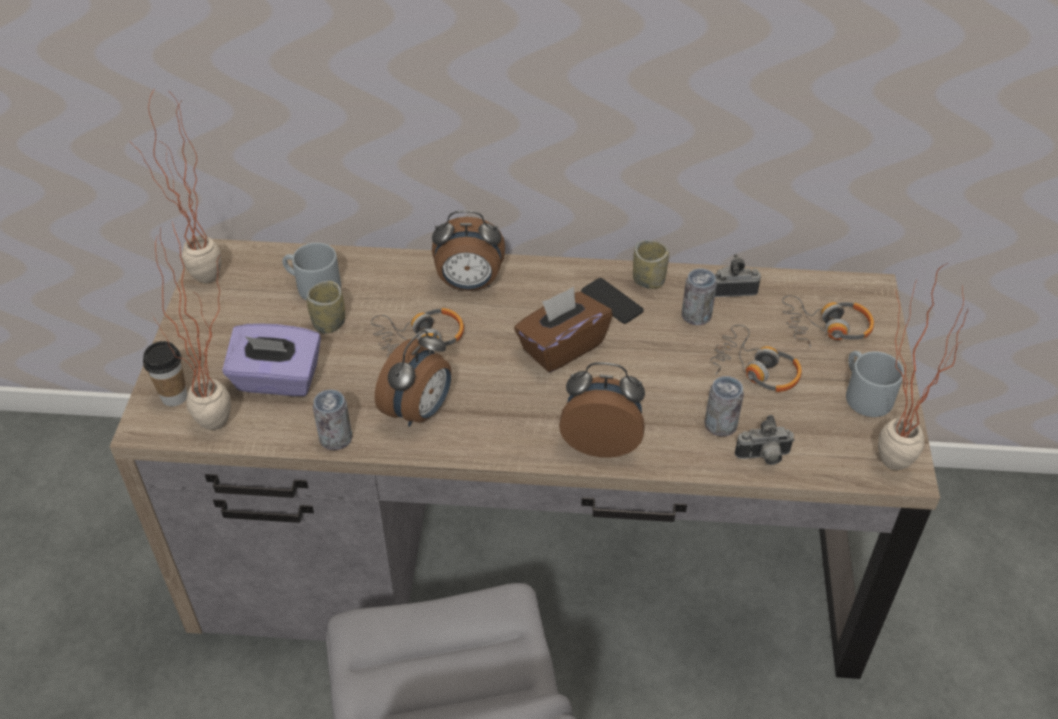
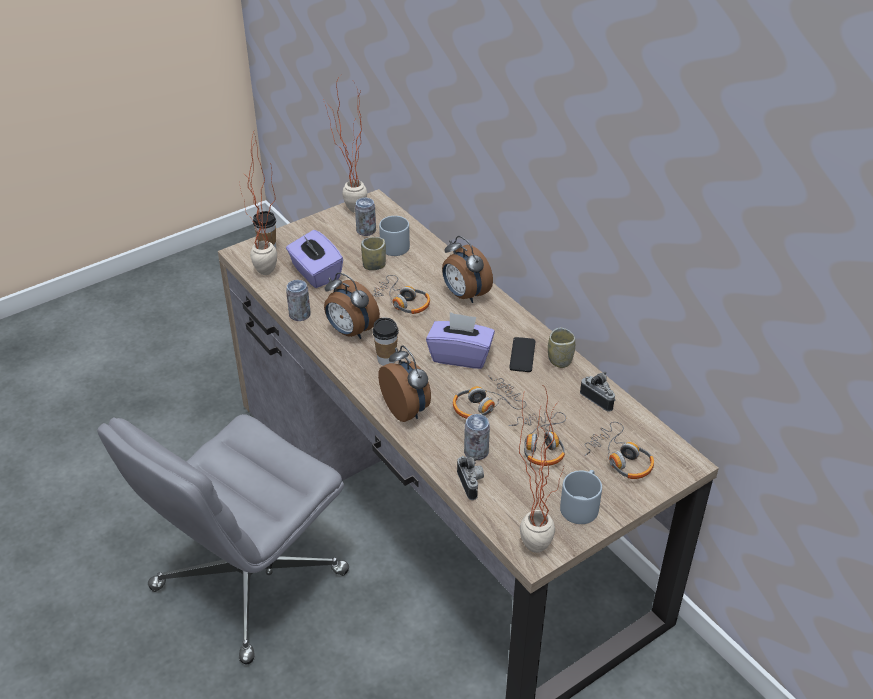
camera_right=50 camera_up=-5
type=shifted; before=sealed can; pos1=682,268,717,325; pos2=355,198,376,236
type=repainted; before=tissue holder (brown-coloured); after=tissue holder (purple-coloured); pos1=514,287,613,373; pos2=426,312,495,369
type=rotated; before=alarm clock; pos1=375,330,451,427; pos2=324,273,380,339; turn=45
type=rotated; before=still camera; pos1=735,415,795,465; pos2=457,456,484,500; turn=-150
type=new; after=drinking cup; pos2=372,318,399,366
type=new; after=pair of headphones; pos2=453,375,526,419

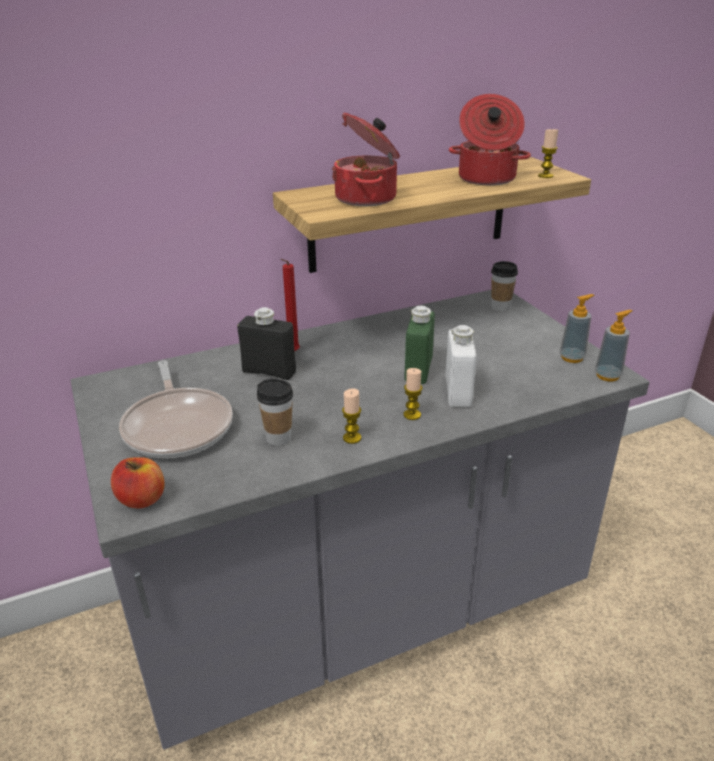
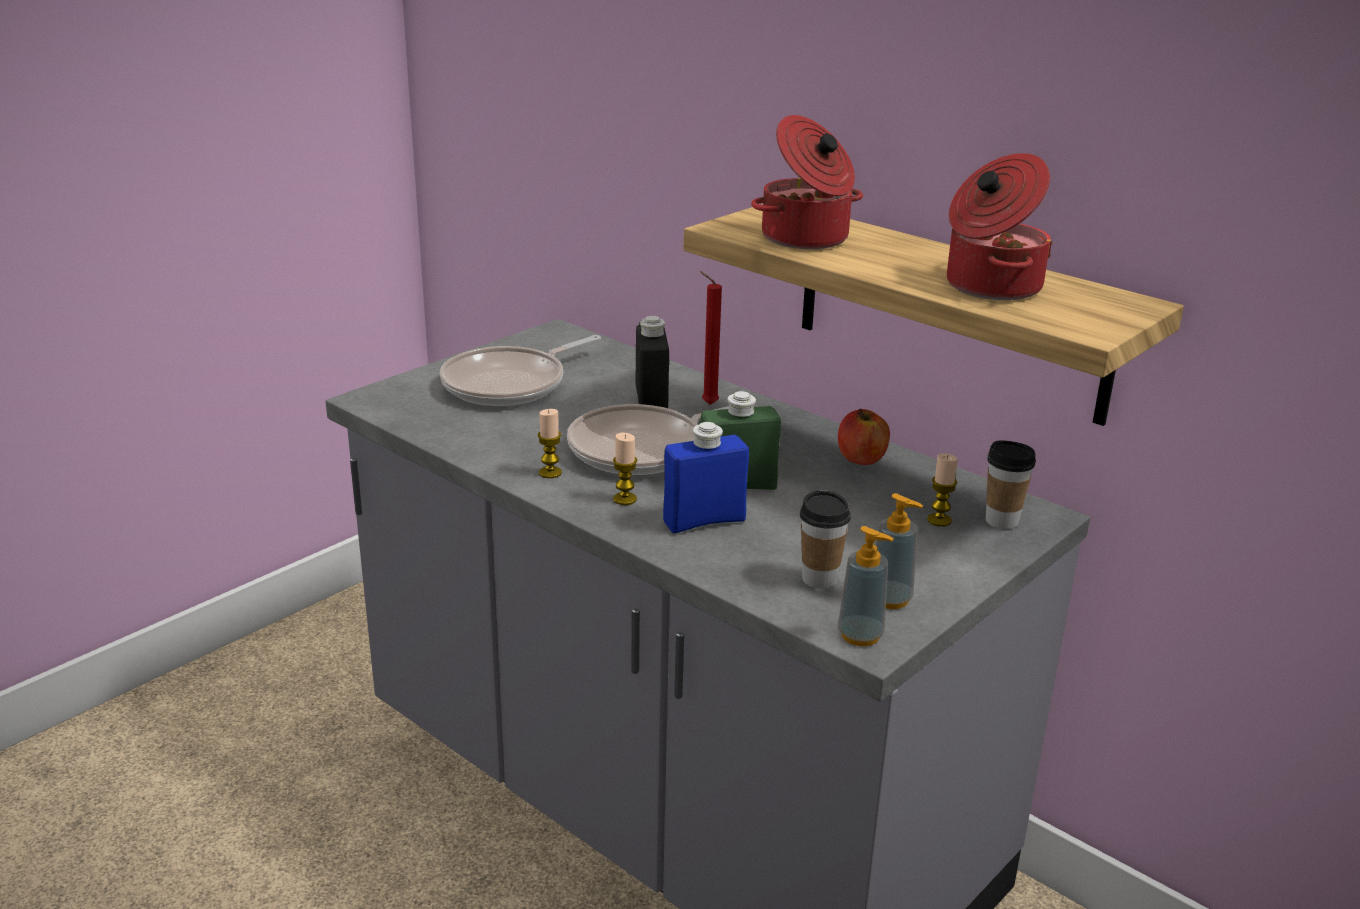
camera_right=65 camera_up=-5
type=shifted; before=wax candle; pos1=538,129,558,178; pos2=927,453,958,527
type=repainted; before=drink bottle (white-coloured); after=drink bottle (bluish); pos1=445,325,477,407; pos2=663,422,749,533
type=shifted; before=drinking cup; pos1=257,379,293,446; pos2=800,490,851,589
type=shifted; before=whole apple; pos1=111,457,165,509; pos2=838,408,890,465
type=new; after=skillet; pos2=567,404,755,475

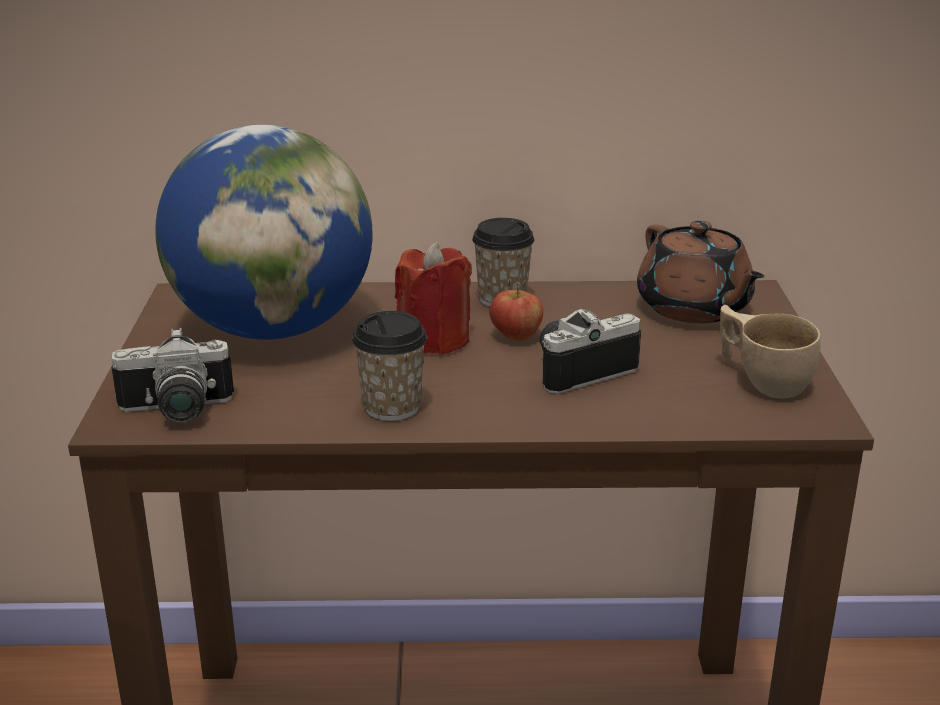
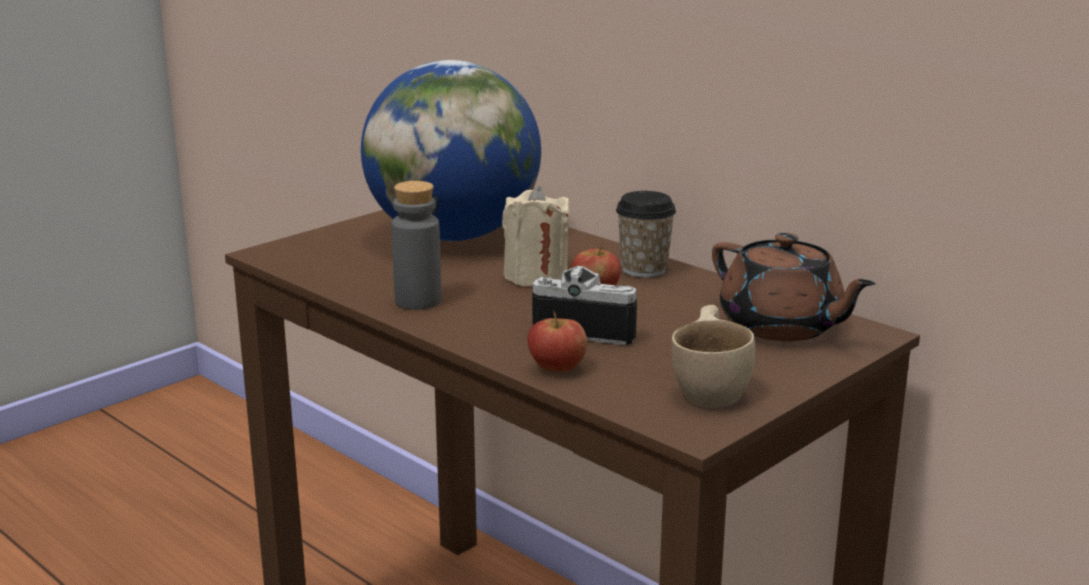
camera_right=45 camera_up=-5
type=rotated; before=tea pot (brown-coloured); pos1=637,221,764,323; pos2=712,233,876,341; turn=-60
type=repainted; before=wax candle (reddish); after=wax candle (beige-coloured); pos1=395,242,472,355; pos2=502,185,570,286
type=swapped; before=drinking cup; after=drink bottle (grey); pos1=352,311,427,421; pos2=391,181,442,310
type=gone; before=still camera; pos1=112,328,234,423
type=new; after=whole apple; pos2=527,311,587,372

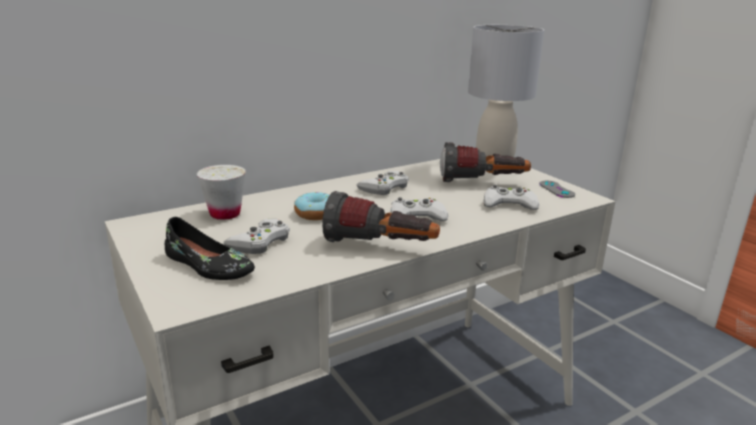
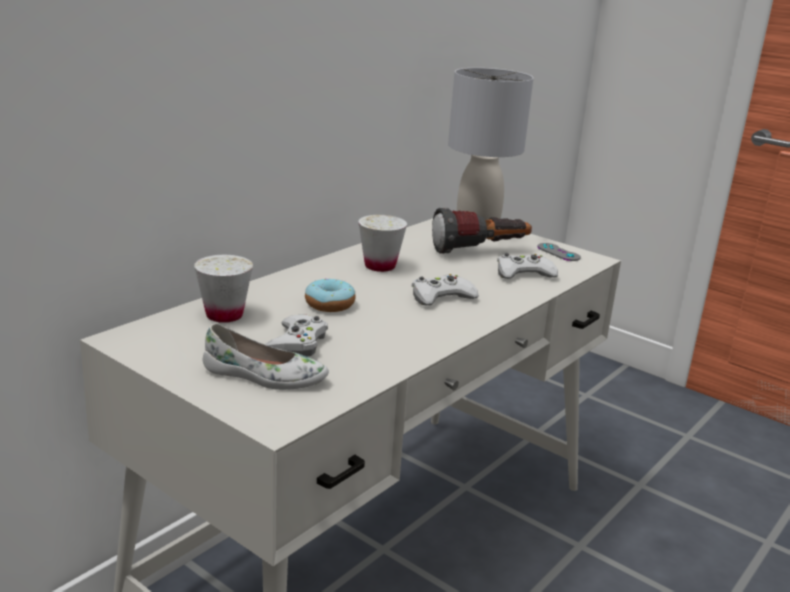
camera_right=-20 camera_up=0
type=swapped; before=gamepad (white-coloured); after=drinking cup (white-coloured); pos1=357,171,409,195; pos2=358,215,407,272
type=gone; before=flashlight; pos1=322,191,440,242
type=repainted; before=shoe (black); after=shoe (white-coloured); pos1=165,217,255,280; pos2=203,323,329,390

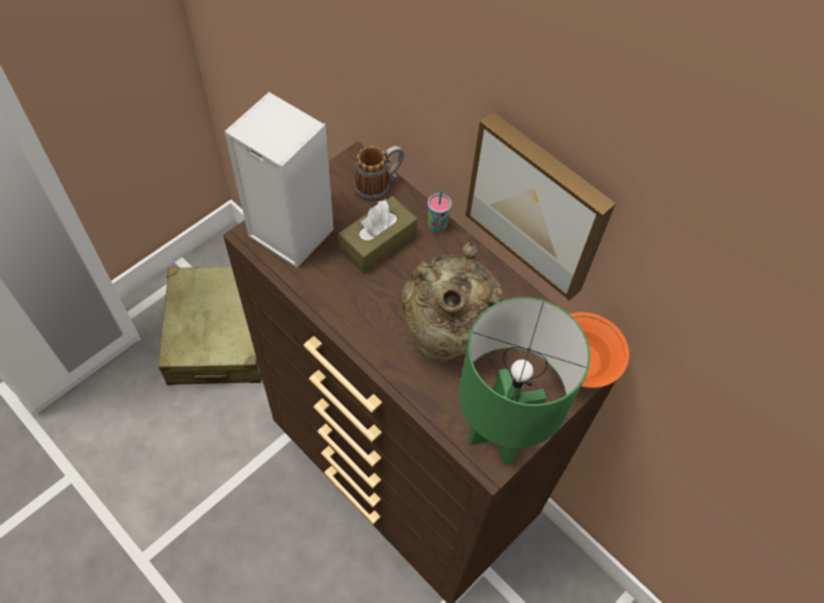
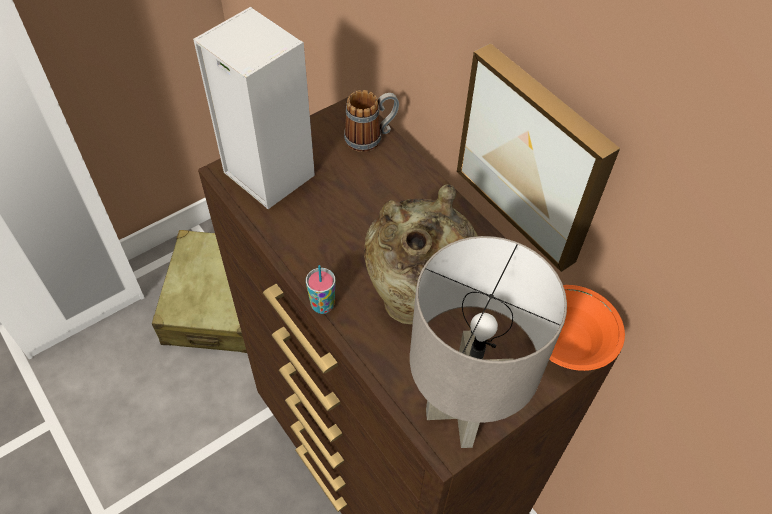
camera_right=10 camera_up=-5
type=shifted; before=drinking cup; pos1=428,190,452,232; pos2=306,265,336,314
type=gone; before=tissue holder (brown-coloured); pos1=339,196,417,274
type=repainted; before=table lamp (green-coloured); after=table lamp (grey); pos1=459,297,590,465; pos2=410,236,567,448

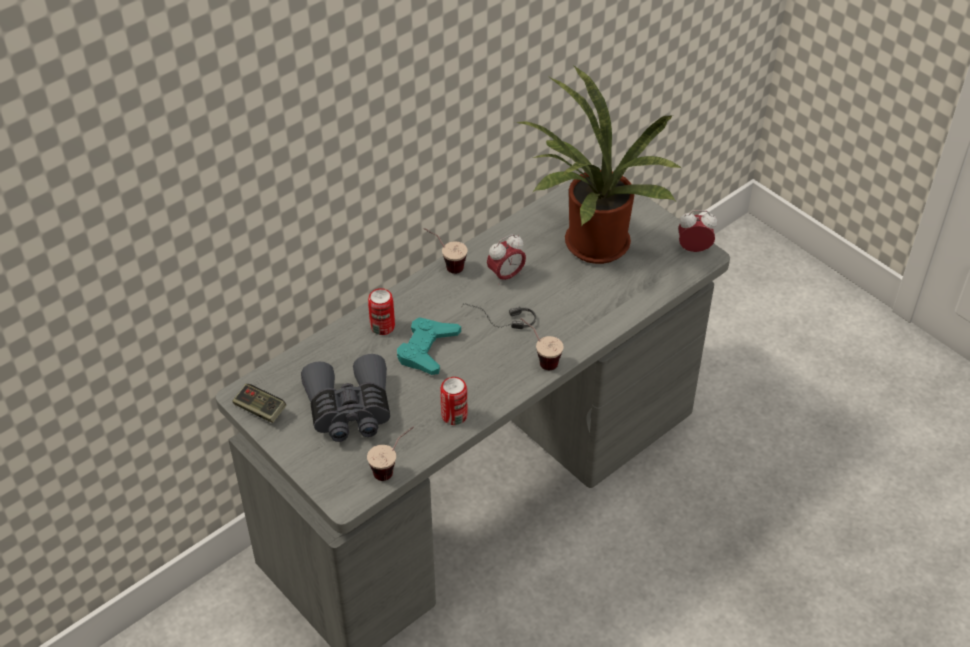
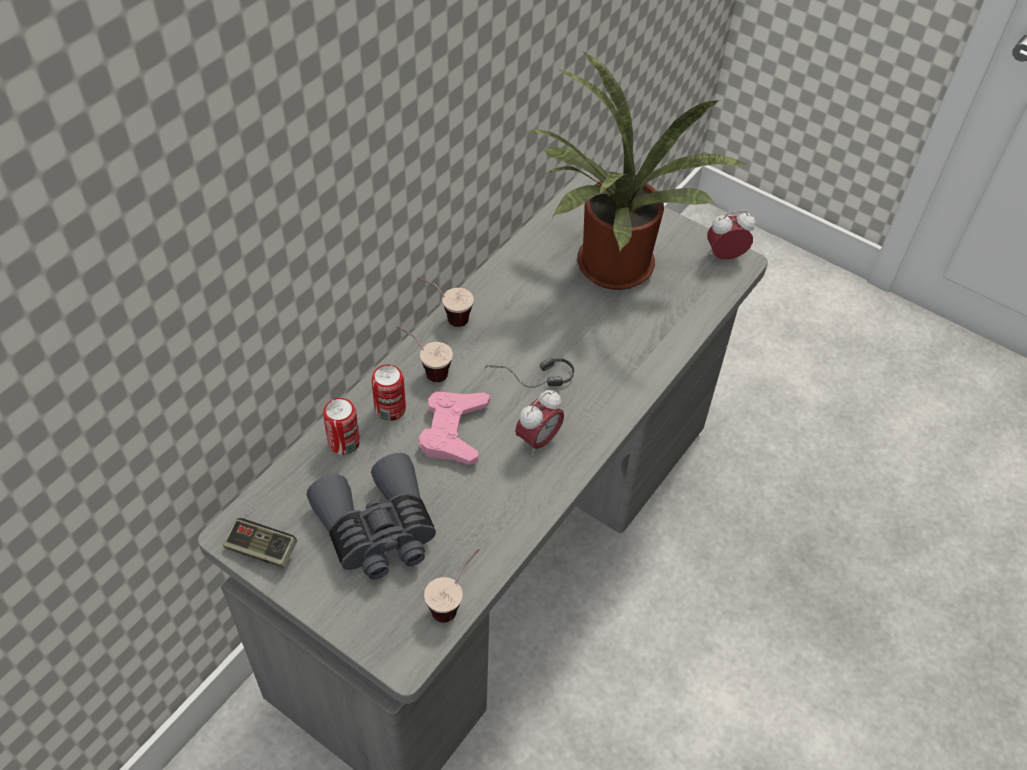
camera_right=-15 camera_up=5
type=shifted; before=alarm clock; pos1=487,234,526,285; pos2=515,390,564,455
type=repainted; before=gamepad (turquoise); after=gamepad (pinkish); pos1=397,317,461,375; pos2=419,392,490,465
type=shifted; before=drinking cup; pos1=520,318,563,370; pos2=396,326,453,382
type=shifted; before=sealed can; pos1=440,377,468,425; pos2=323,398,360,455

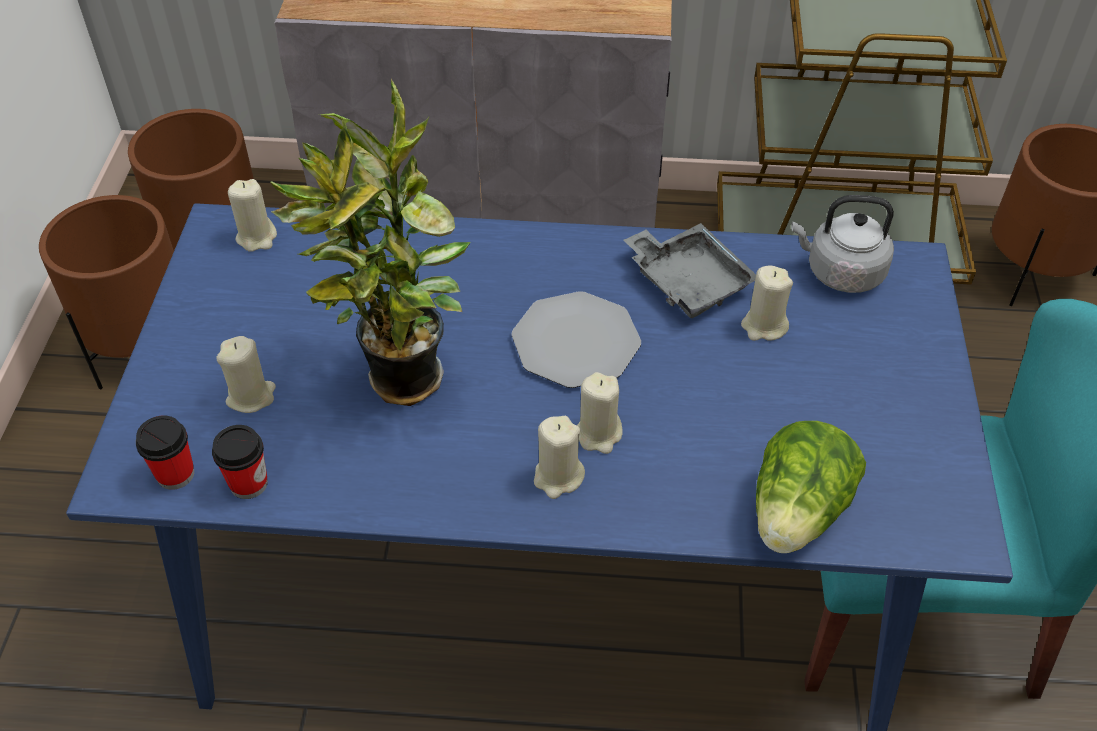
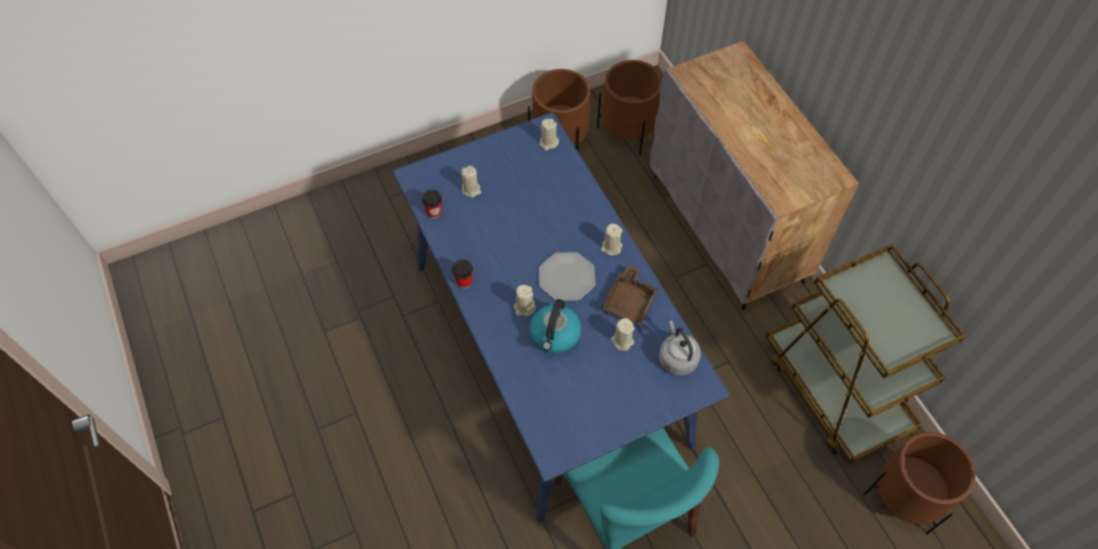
camera_right=60 camera_up=10
type=gone; before=plant in a pot; pos1=270,79,471,406
type=repainted; before=carrying tray (grey); after=carrying tray (brown-coloured); pos1=624,223,756,318; pos2=601,265,659,326
type=shifted; before=drinking cup; pos1=136,416,194,490; pos2=452,259,473,289
type=shifted; before=wax candle (beige-coloured); pos1=534,416,585,499; pos2=601,223,623,256
type=gone; before=head of lettuce; pos1=756,421,866,553
type=new; after=water kettle; pos2=529,299,581,353

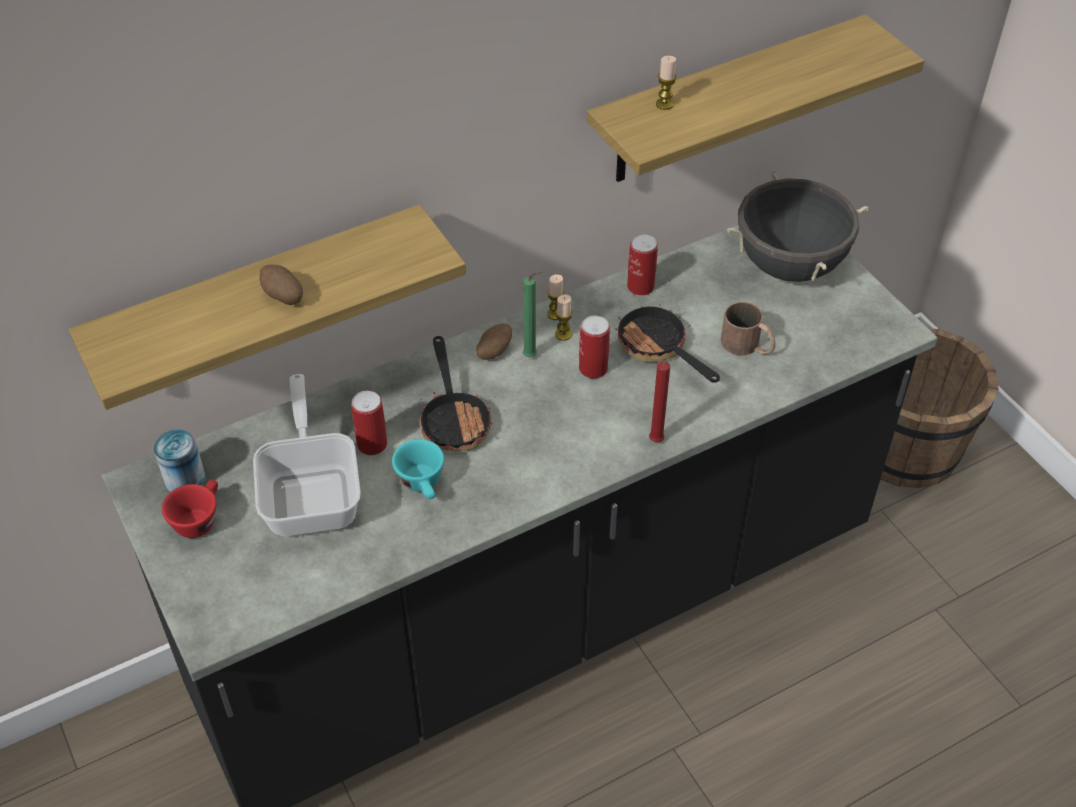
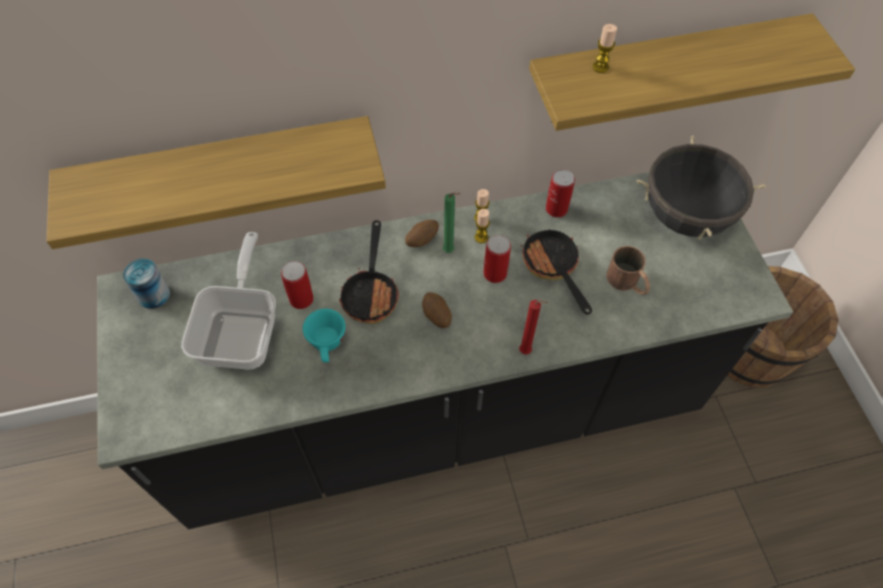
camera_right=15 camera_up=10
type=shifted; before=whole potato; pos1=259,265,303,305; pos2=422,292,452,328
type=gone; before=drinking cup (reddish); pos1=162,479,218,538

